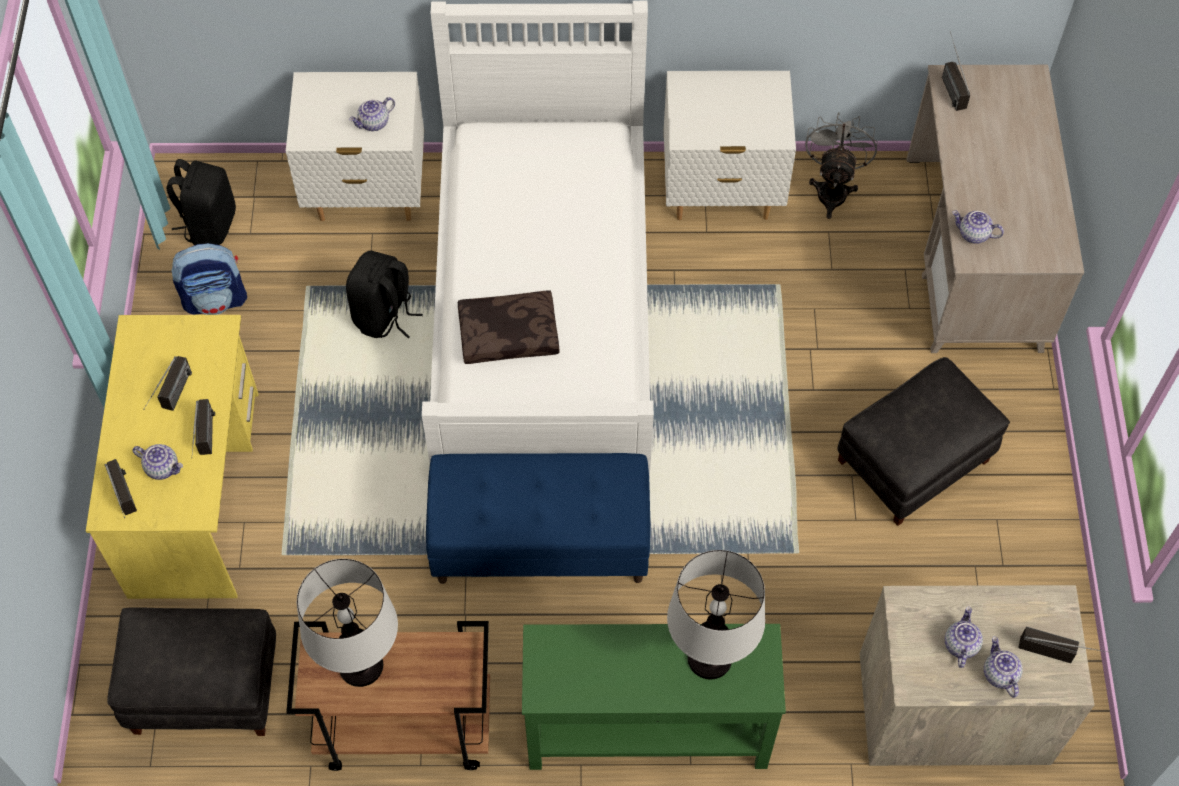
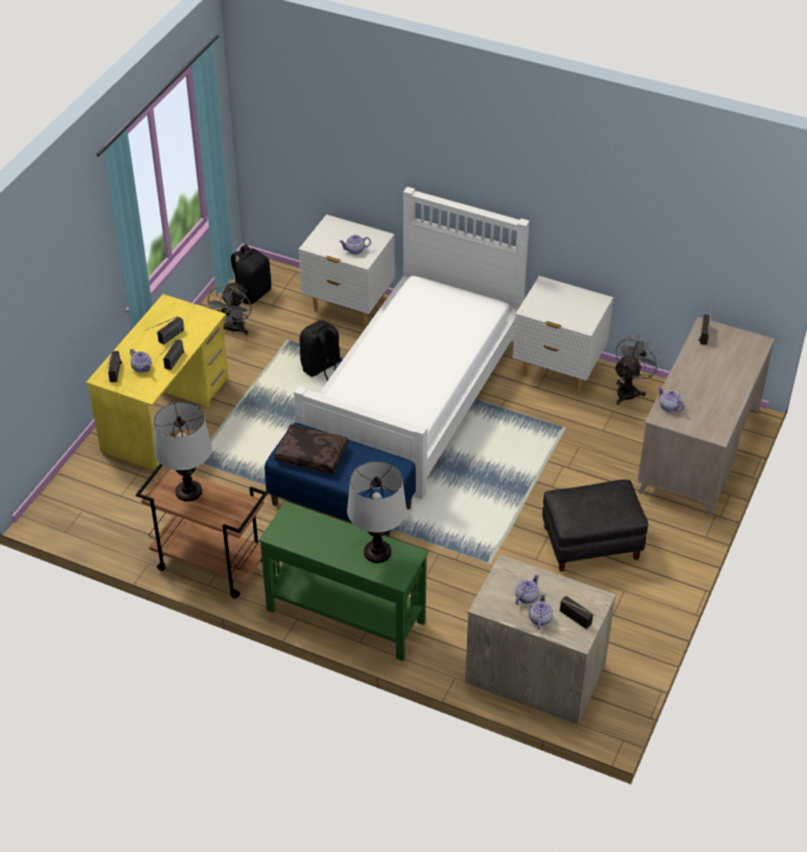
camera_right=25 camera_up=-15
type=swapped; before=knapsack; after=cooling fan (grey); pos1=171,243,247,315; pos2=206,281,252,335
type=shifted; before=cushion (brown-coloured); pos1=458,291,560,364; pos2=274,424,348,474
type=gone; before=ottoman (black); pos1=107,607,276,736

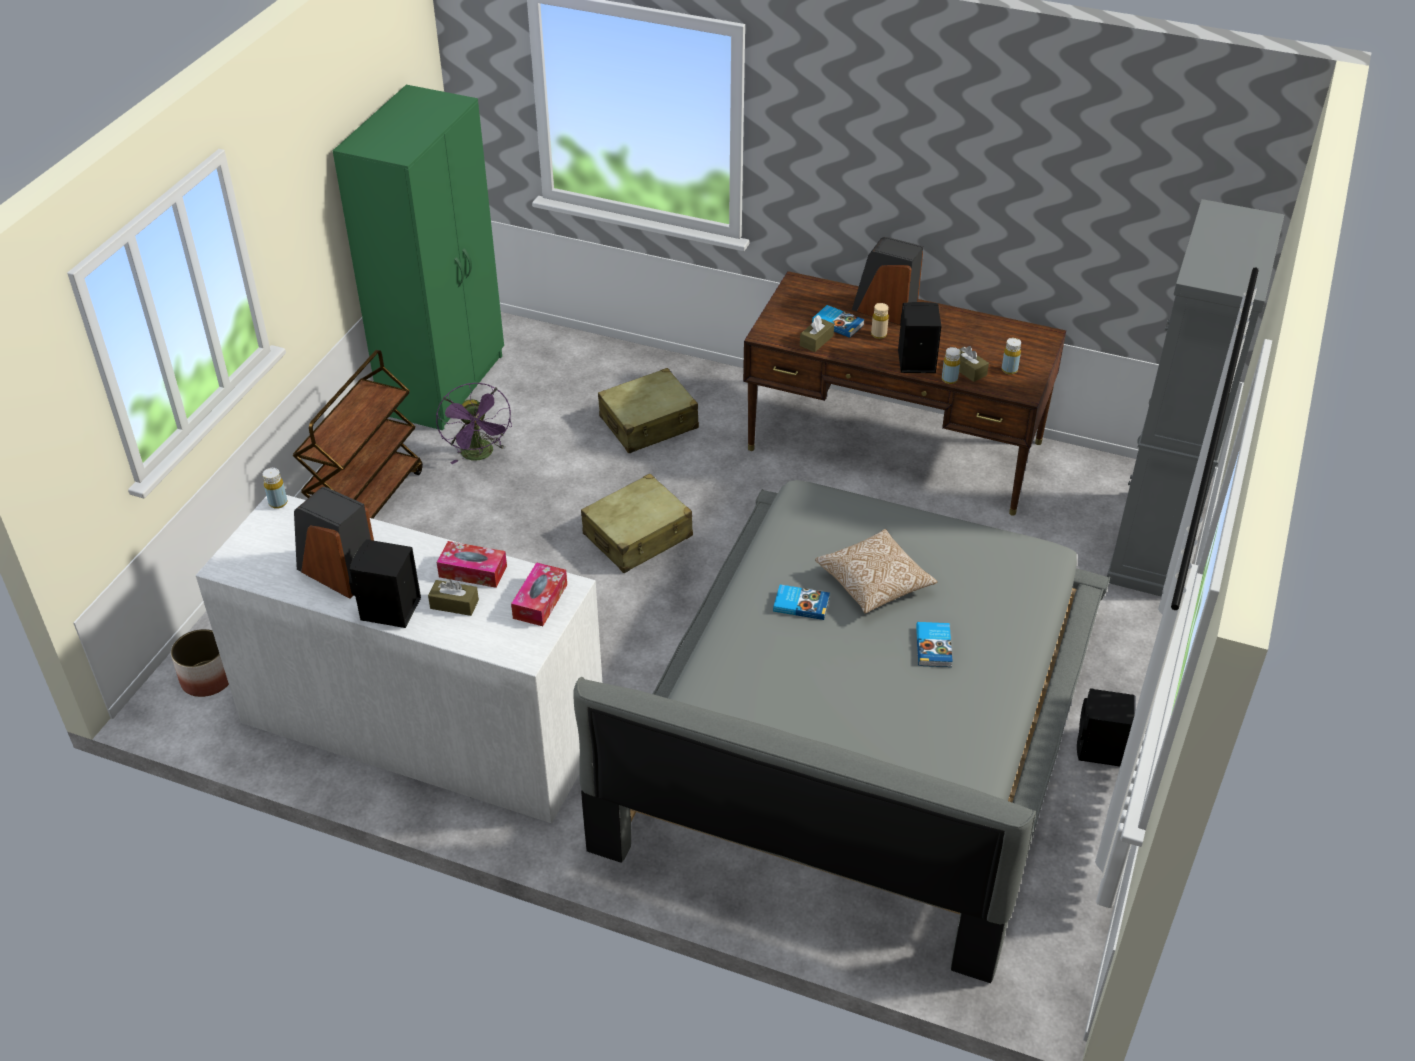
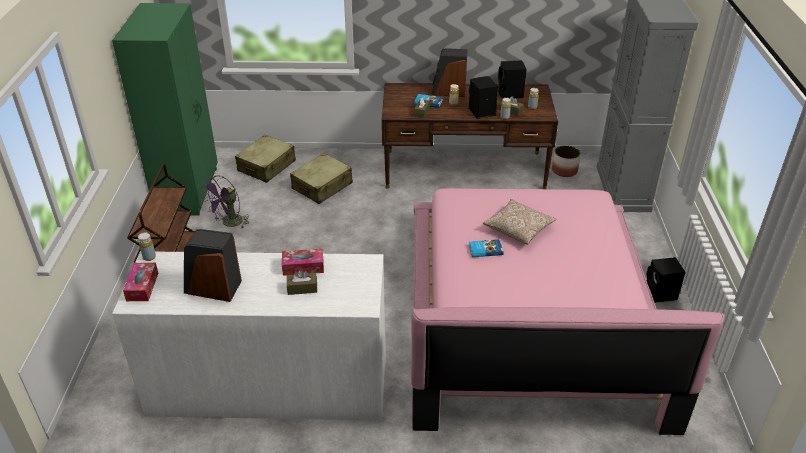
camera_right=-20 camera_up=-5
type=rotated; before=cooling fan (purple-coloured); pos1=436,383,512,464; pos2=202,176,249,228; turn=75
type=shifted; before=suitcase (beige-coloured); pos1=581,474,693,573; pos2=235,135,296,183
type=repainted; before=bed (grey); after=bed (pinkish); pos1=573,480,1110,983; pos2=411,188,724,435
type=shifted; before=speaker (black); pos1=349,539,421,628; pos2=498,60,527,99
type=shifted; before=tissue holder; pos1=511,562,567,626; pos2=123,263,158,301
type=gone; before=volume; pos1=916,622,953,667
type=shifted; before=flower pot; pos1=171,629,229,697; pos2=552,145,581,177

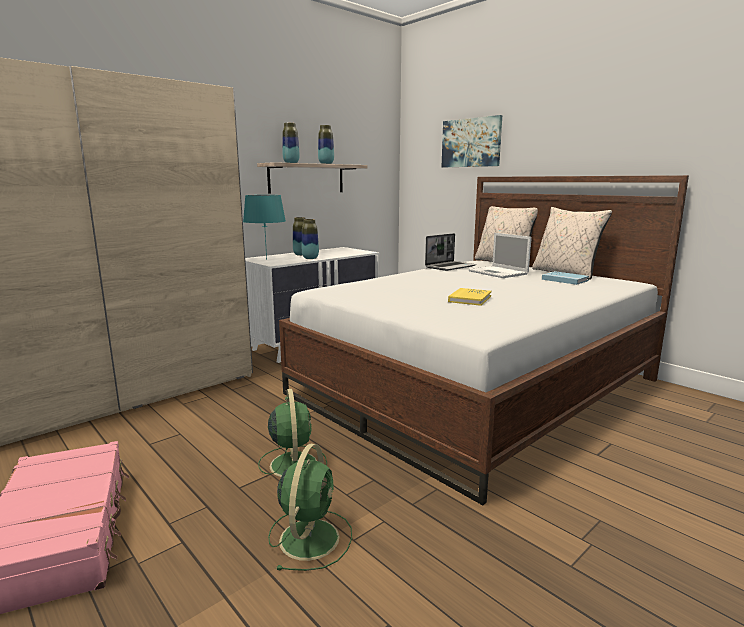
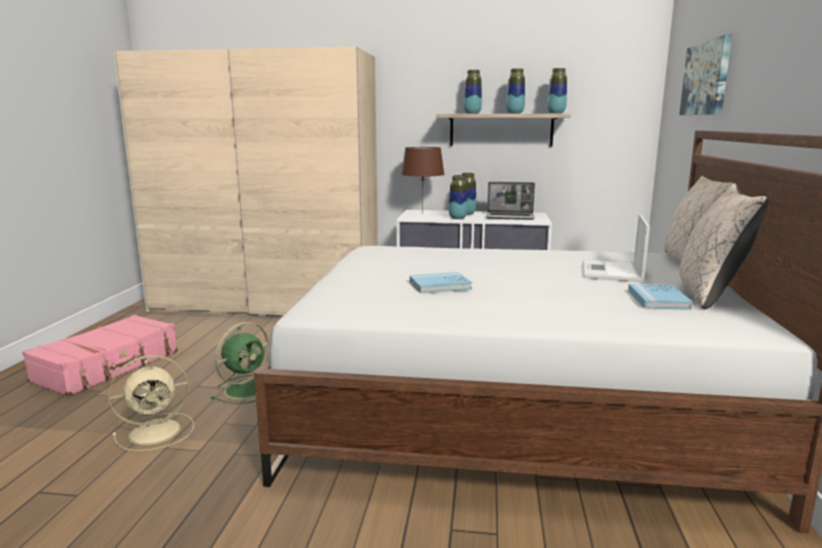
camera_right=50 camera_up=0
type=repainted; before=table lamp (turquoise); after=table lamp (brown-coloured); pos1=243,195,286,259; pos2=401,147,445,213
type=shifted; before=notebook computer; pos1=425,233,476,271; pos2=486,182,535,220
type=repainted; before=volume (yellowish); after=volume (bluish); pos1=448,288,492,306; pos2=410,272,472,293
type=repainted; before=cooling fan (green-coloured); after=cooling fan (beige-coloured); pos1=268,444,352,571; pos2=108,355,194,451
type=new; after=flower vase; pos2=547,68,567,114

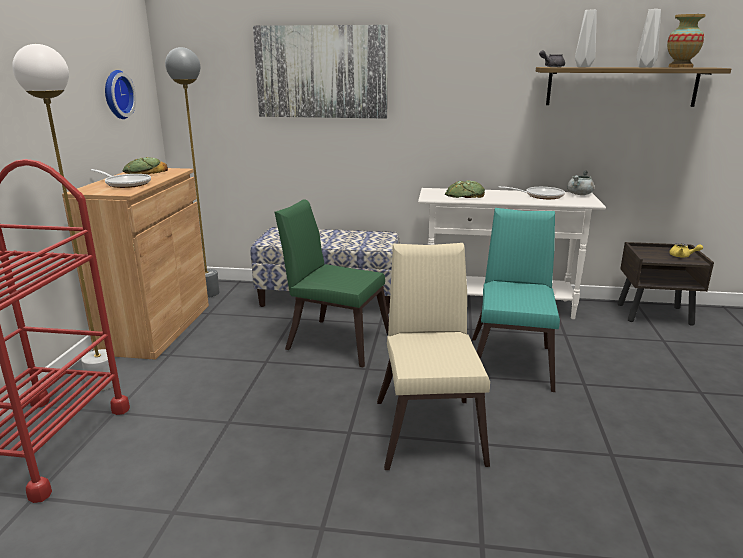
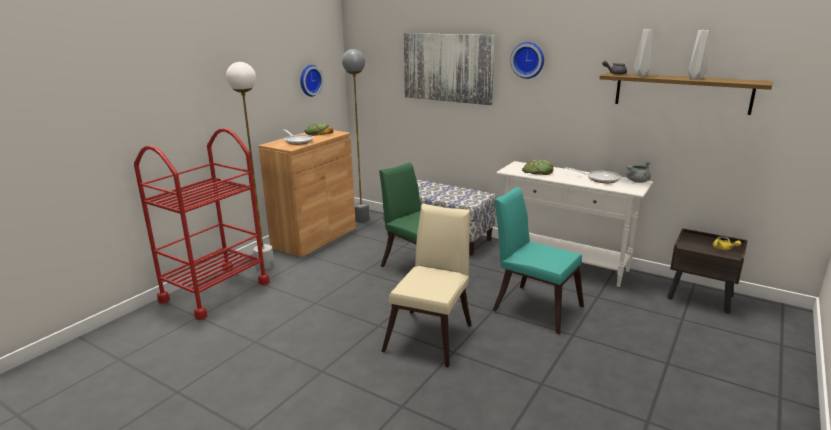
camera_right=25 camera_up=0
type=gone; before=flower vase; pos1=667,14,706,68
type=rotated; before=plain chair (turquoise); pos1=472,208,560,392; pos2=493,187,584,334; turn=-90
type=new; after=wall clock; pos2=510,42,544,79

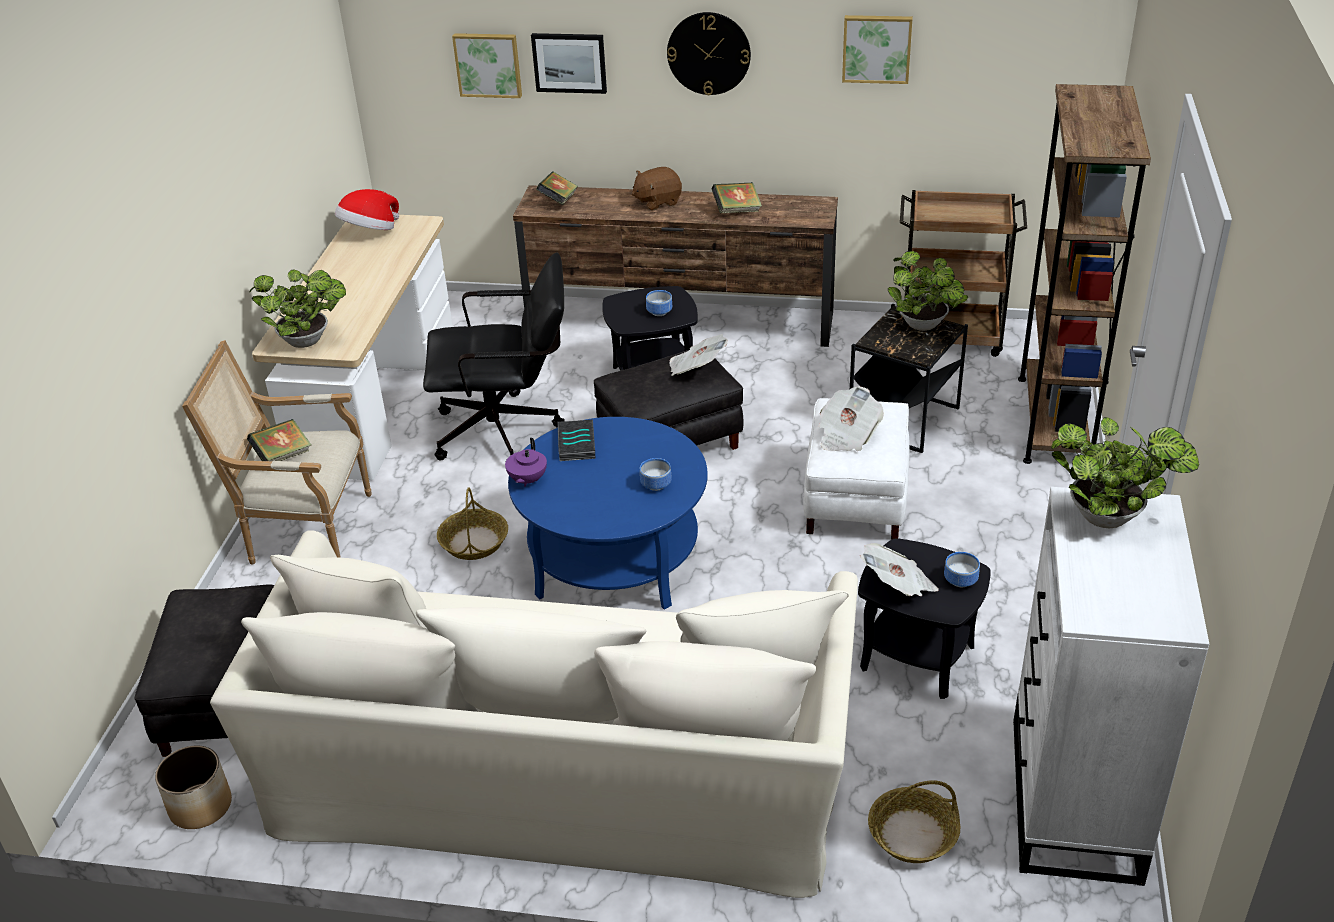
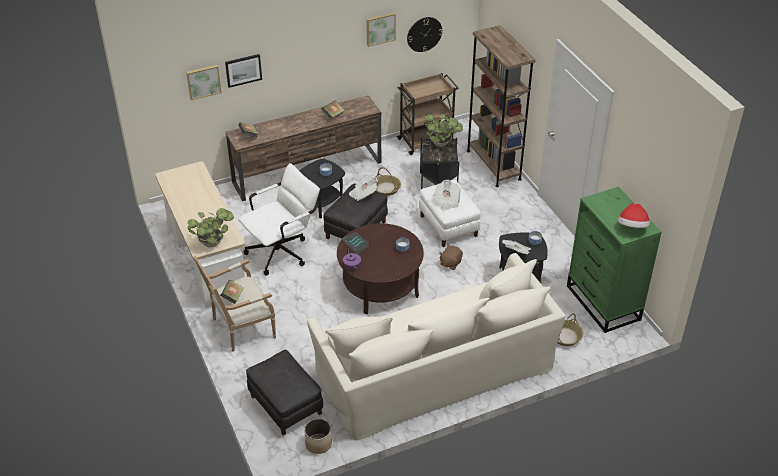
camera_right=-35 camera_up=5
type=shifted; before=wall clock; pos1=667,12,751,95; pos2=407,17,443,52
type=shifted; before=plush toy (brown-coloured); pos1=632,167,682,211; pos2=439,246,463,270
type=shifted; before=wearable hat; pos1=335,189,399,230; pos2=618,203,650,228
type=repainted; before=office chair (black); after=office chair (white-coloured); pos1=423,252,565,460; pos2=238,163,320,276
type=repainted; before=coffee table (bluish); after=coffee table (brown-coloured); pos1=508,417,708,610; pos2=337,223,424,314
type=gone; before=plant in a pot; pos1=1051,417,1199,528
type=shifted; before=basket; pos1=437,487,508,560; pos2=375,167,401,196
type=repainted; before=drawer chest (white-coloured); after=drawer chest (green-coloured); pos1=1013,487,1209,886; pos2=567,187,662,333

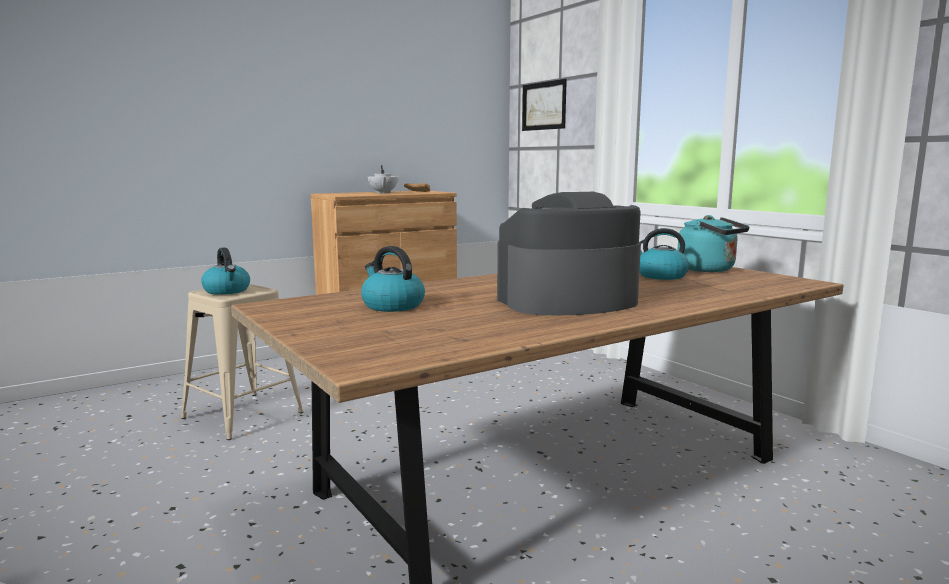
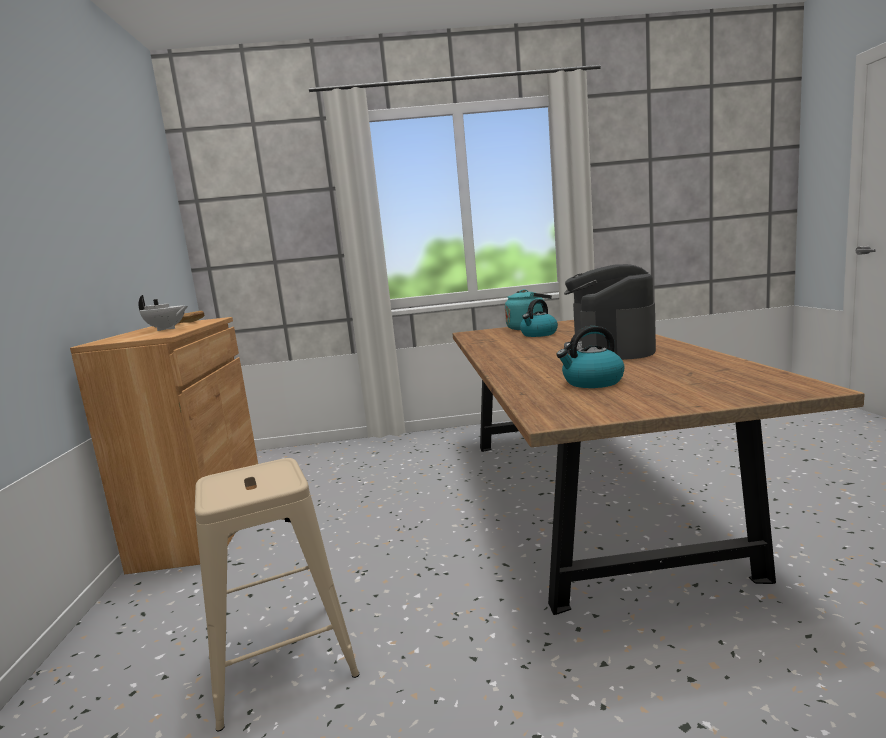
camera_right=-60 camera_up=0
type=gone; before=picture; pos1=522,79,567,131
type=gone; before=water kettle; pos1=201,247,250,295

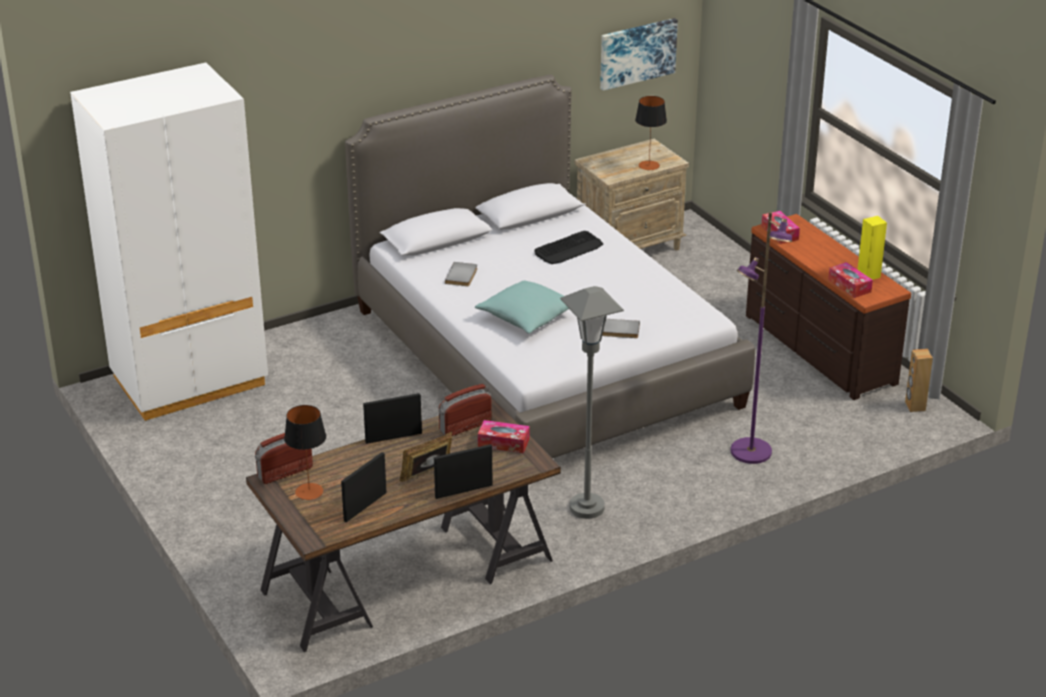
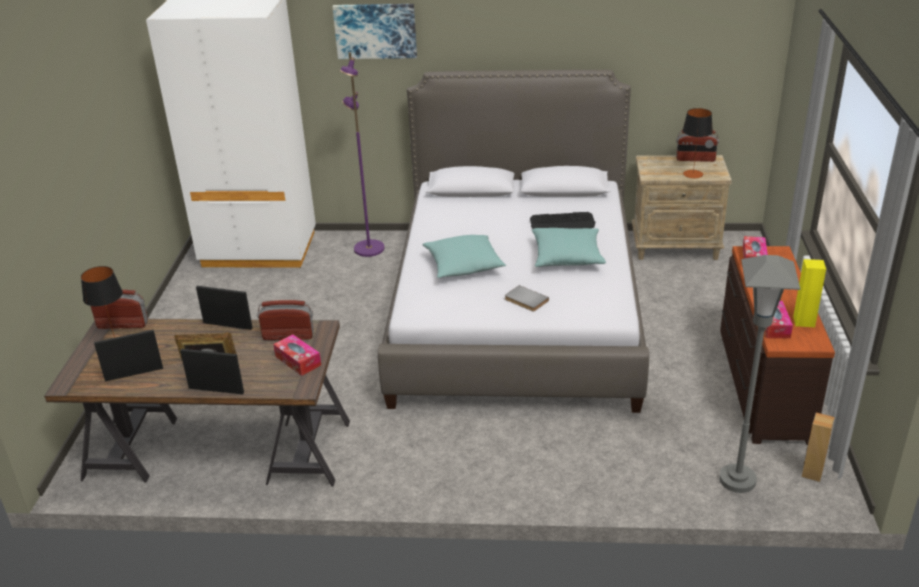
camera_right=35 camera_up=0
type=shifted; before=picture; pos1=600,18,678,91; pos2=333,4,417,59
type=shifted; before=standing lamp (purple-coloured); pos1=731,212,792,464; pos2=340,52,385,257
type=gone; before=volume (grey); pos1=445,262,477,286
type=shifted; before=standing lamp (grey); pos1=560,286,624,519; pos2=719,255,800,493
type=new; after=radio set; pos2=676,130,719,162
type=new; after=cushion (turquoise); pos2=532,228,606,267

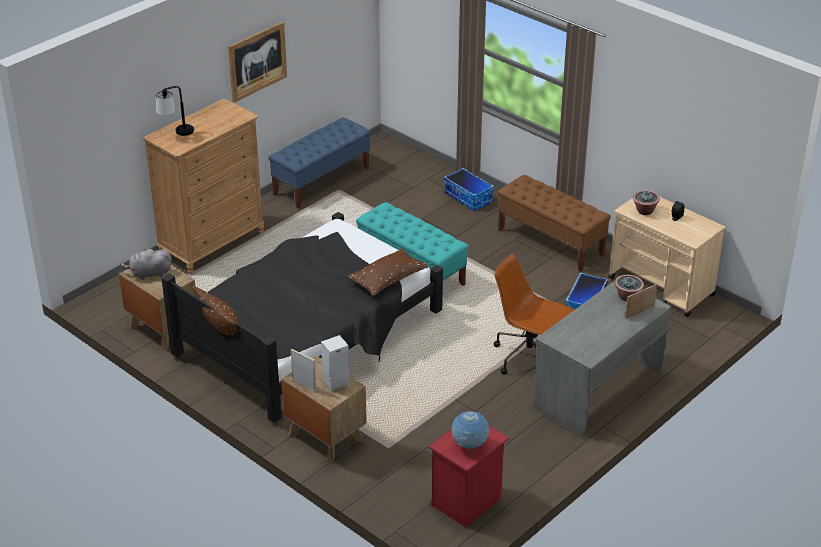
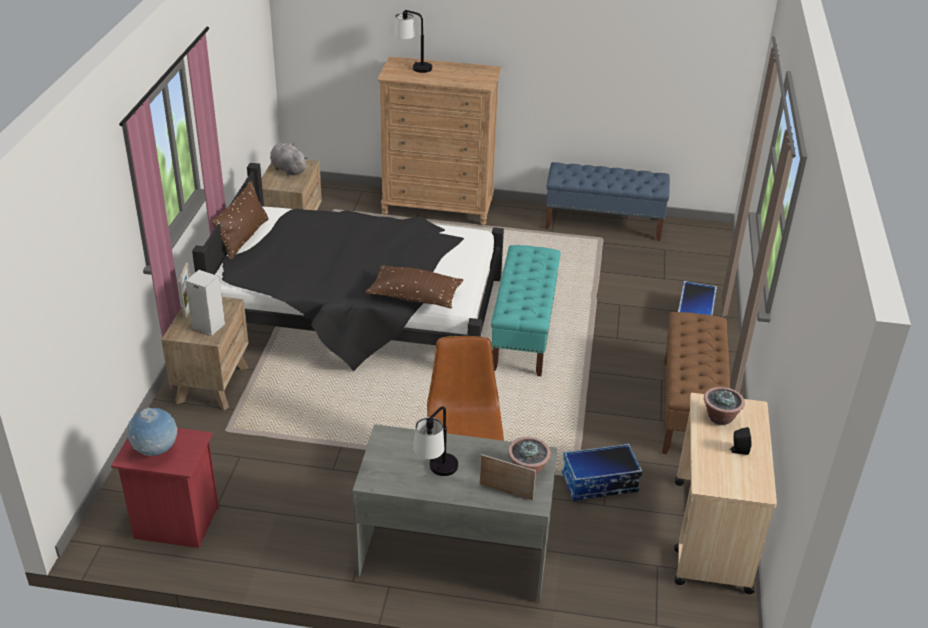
camera_right=55 camera_up=0
type=gone; before=picture; pos1=228,22,287,103
type=new; after=table lamp; pos2=413,406,458,476

